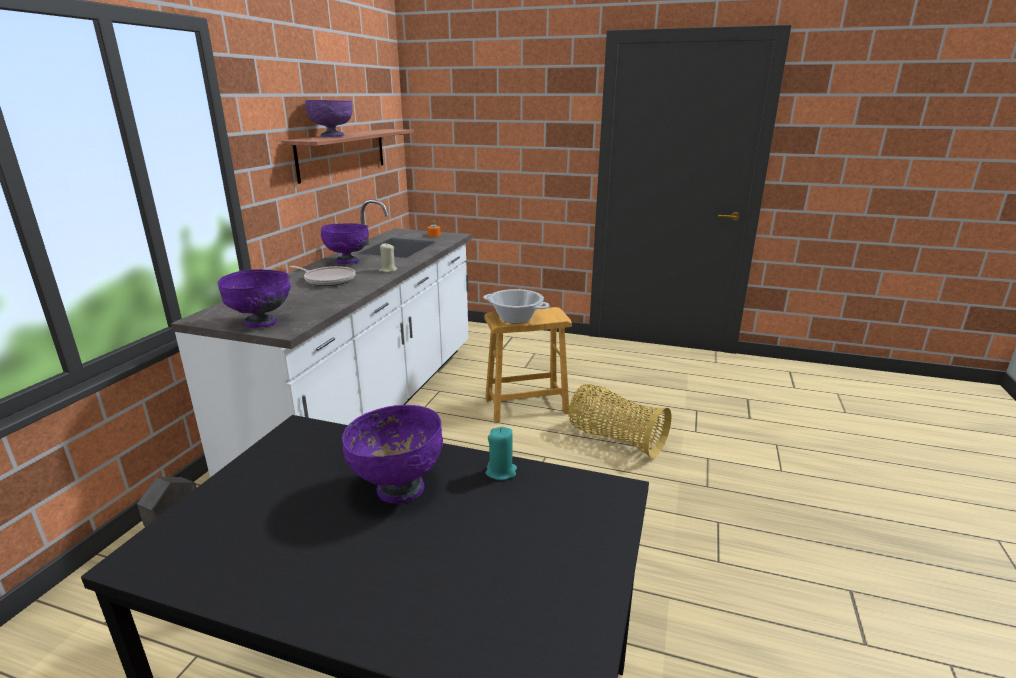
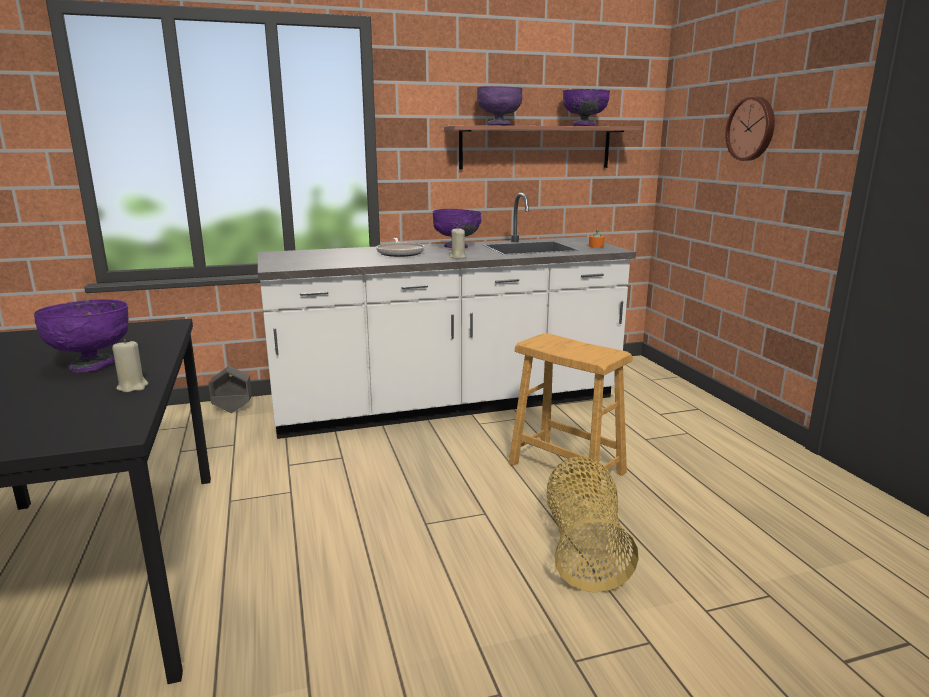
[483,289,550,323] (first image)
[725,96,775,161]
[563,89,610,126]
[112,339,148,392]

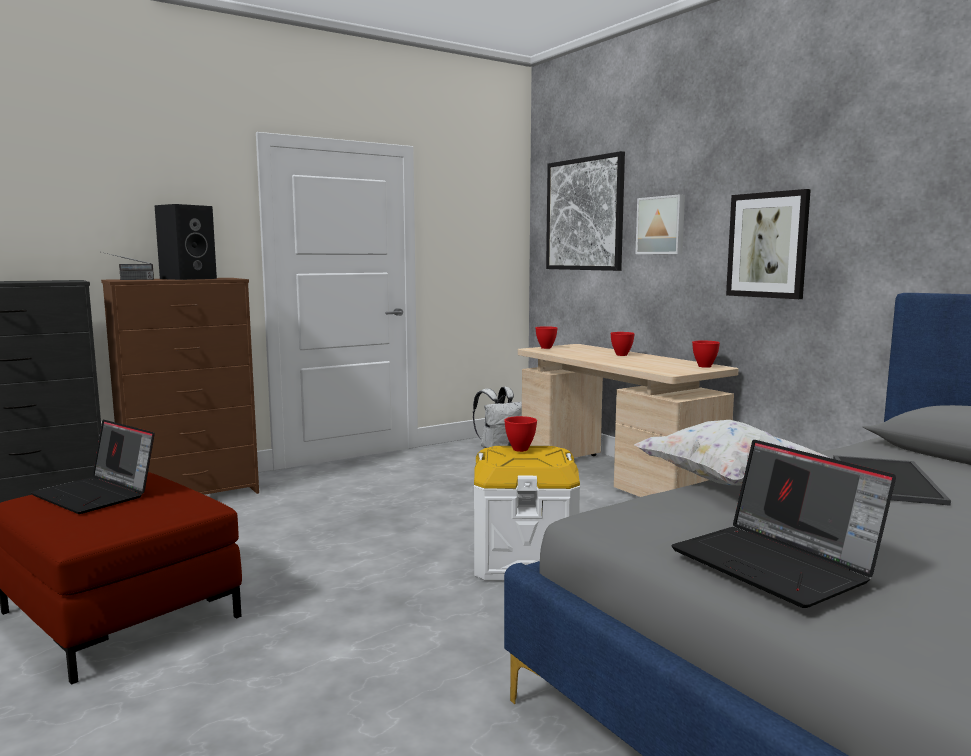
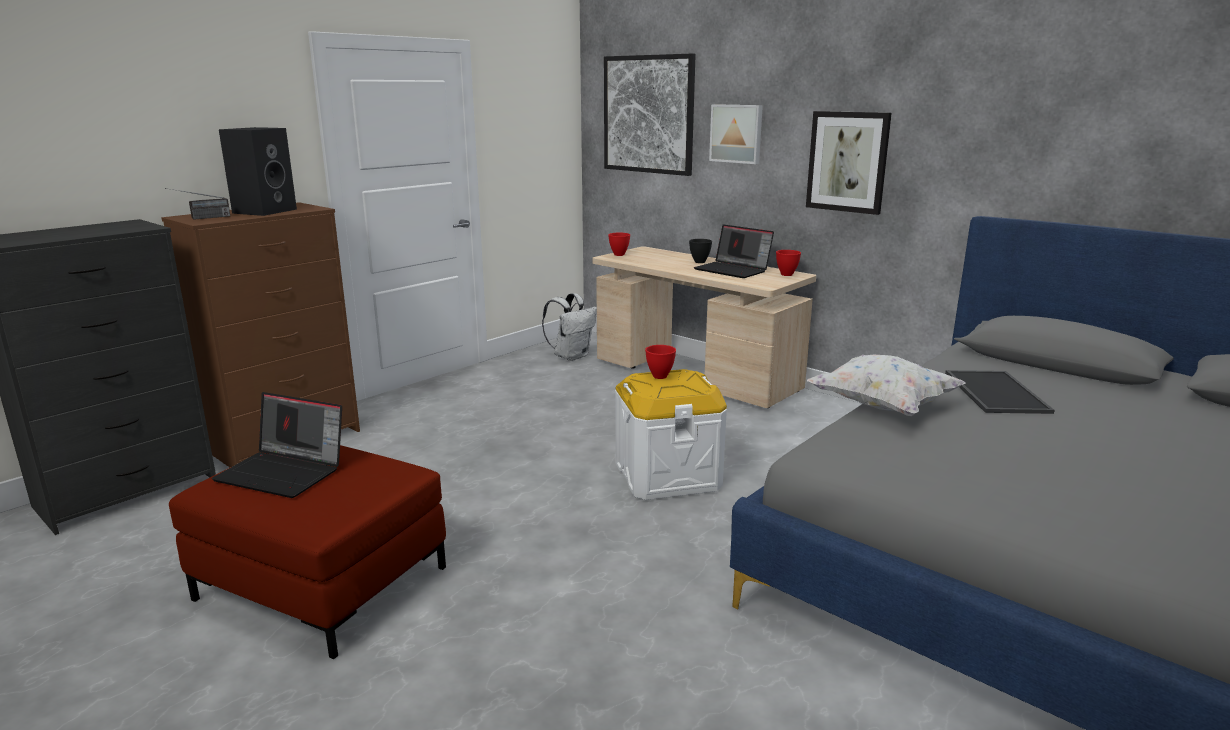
[694,225,774,278]
[689,239,712,263]

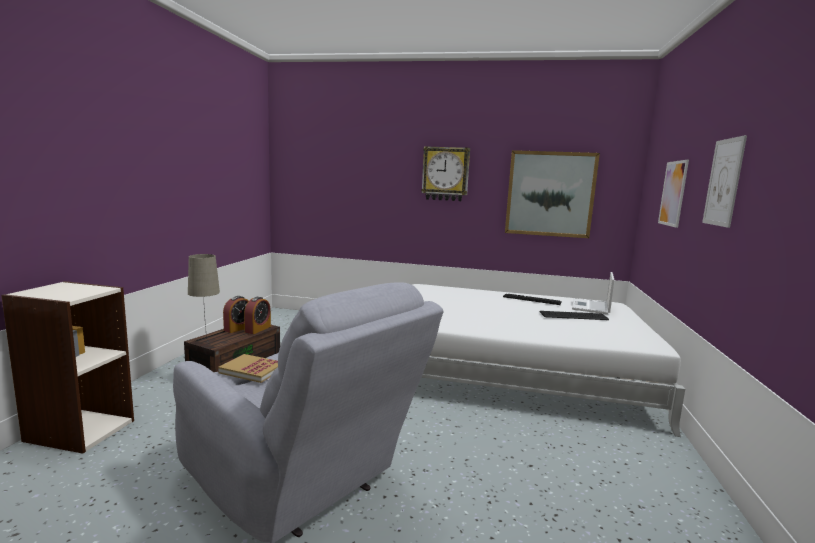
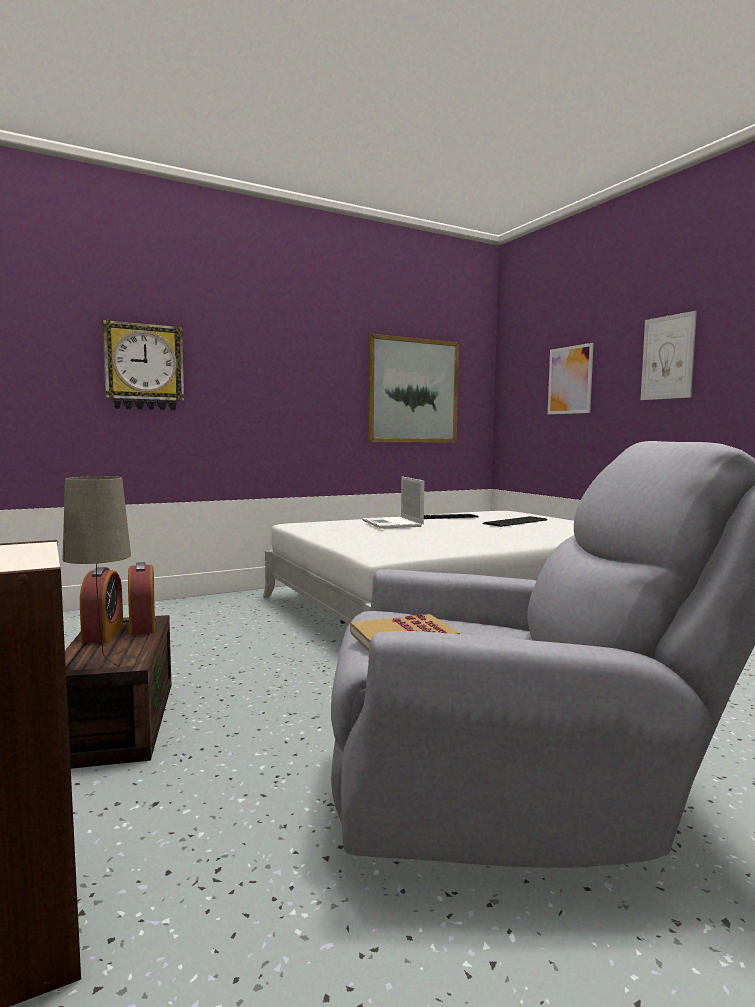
[103,320,185,411]
[362,476,424,529]

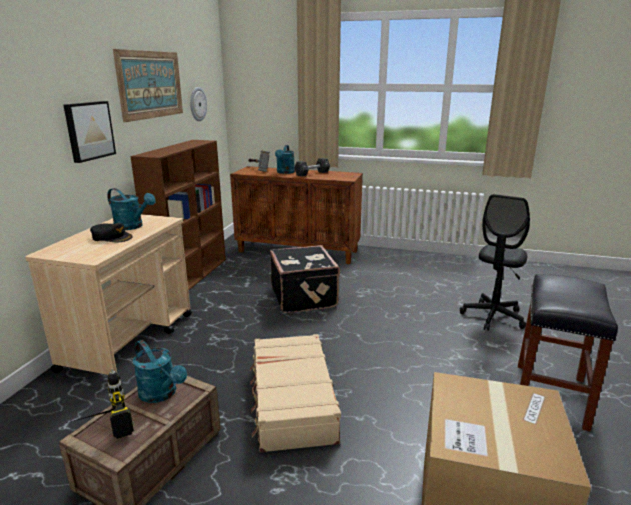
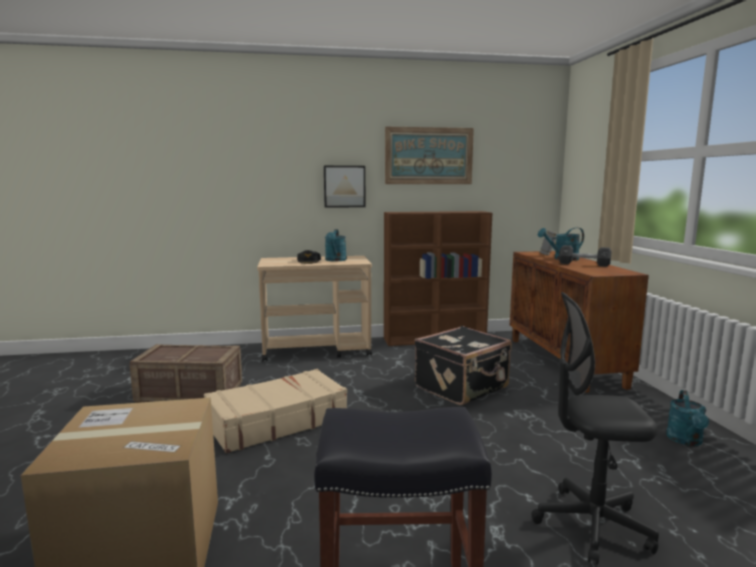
[71,369,135,439] (first image)
[190,87,207,121] (first image)
[666,390,709,446]

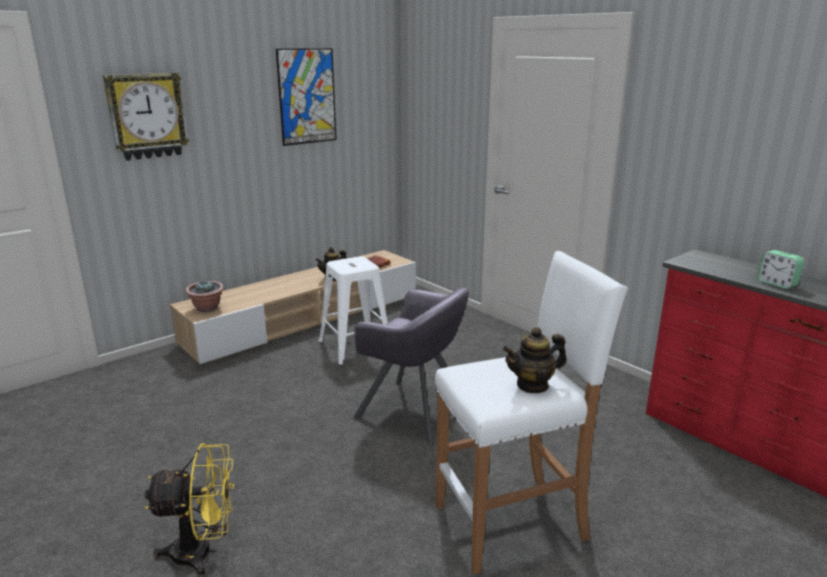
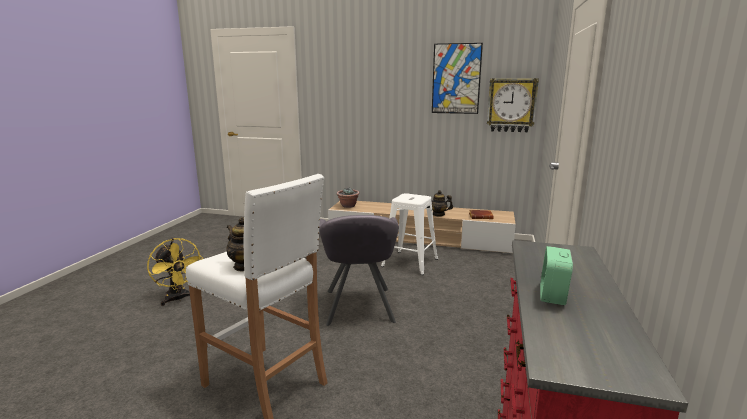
[487,78,539,132]

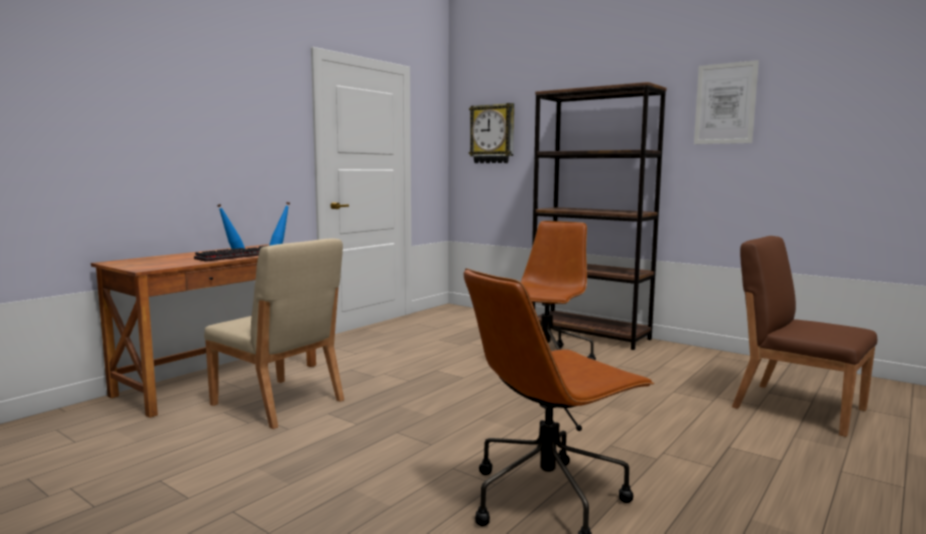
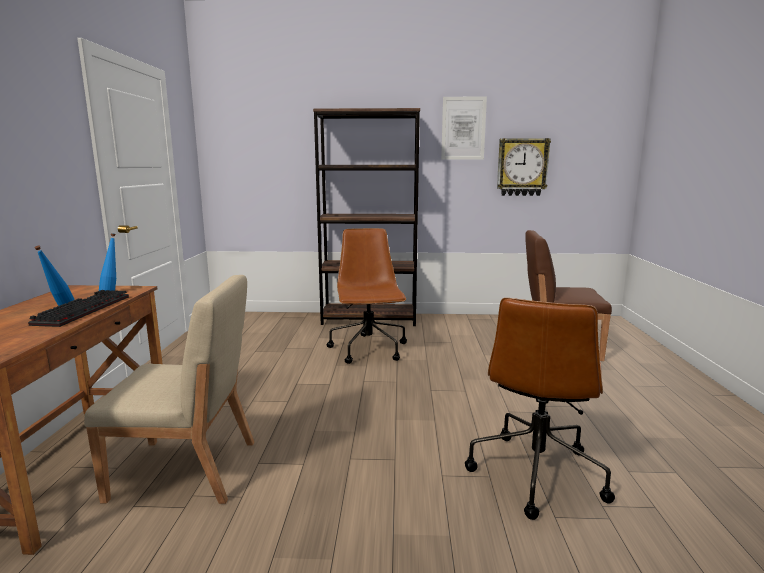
[497,138,551,196]

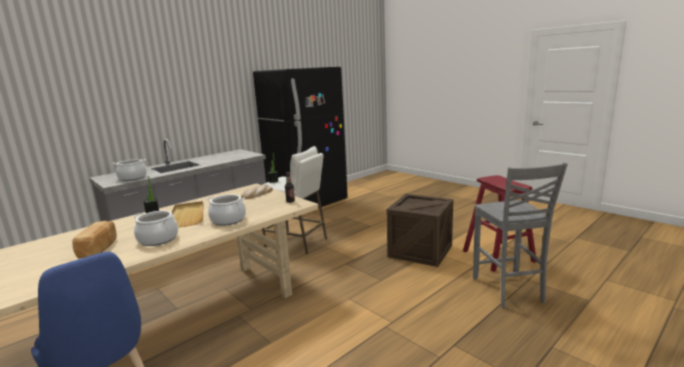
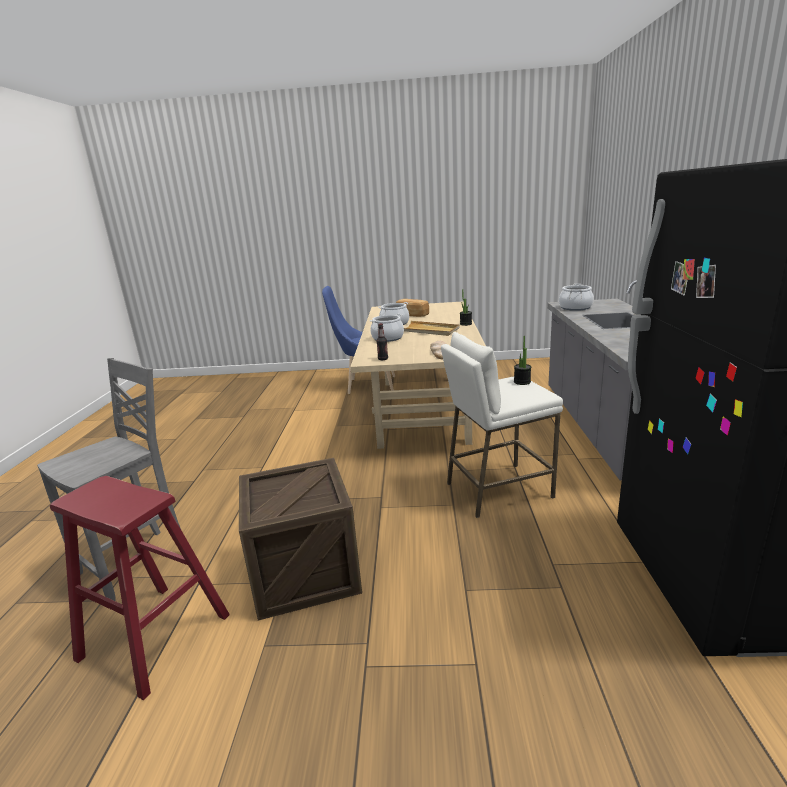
[37,358,181,601]

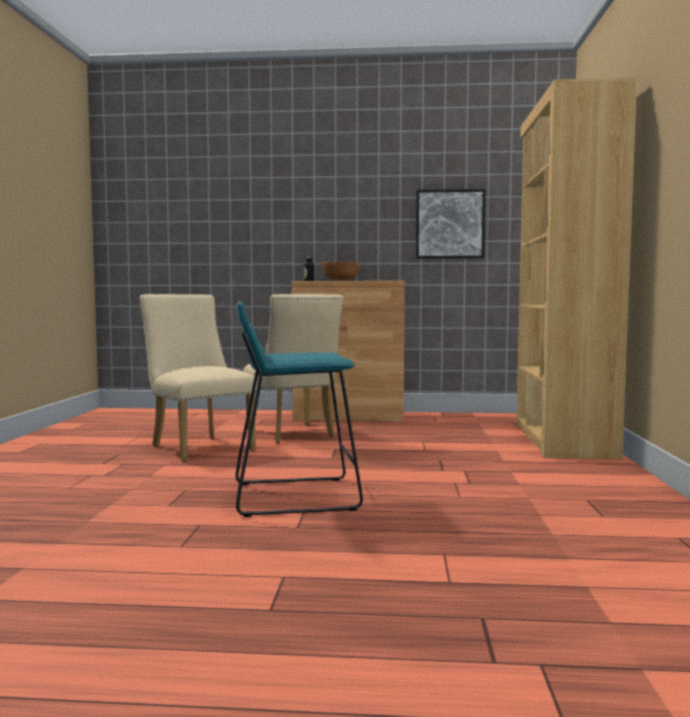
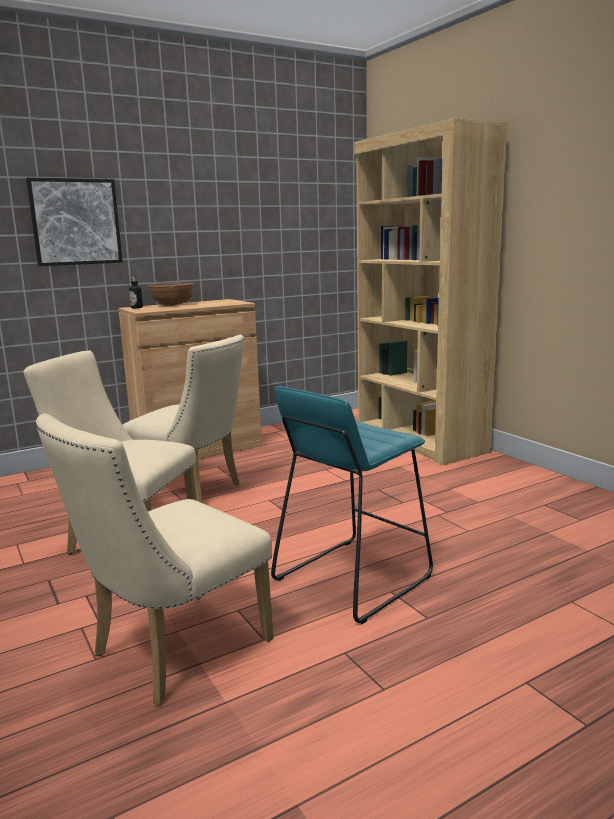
[35,413,274,705]
[26,178,123,266]

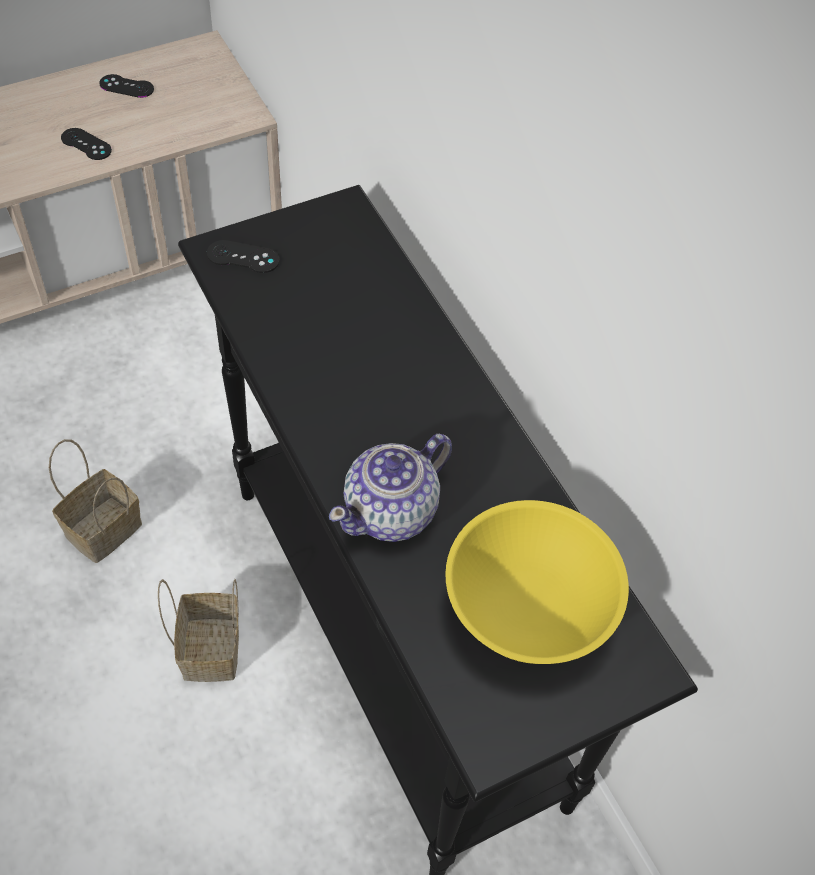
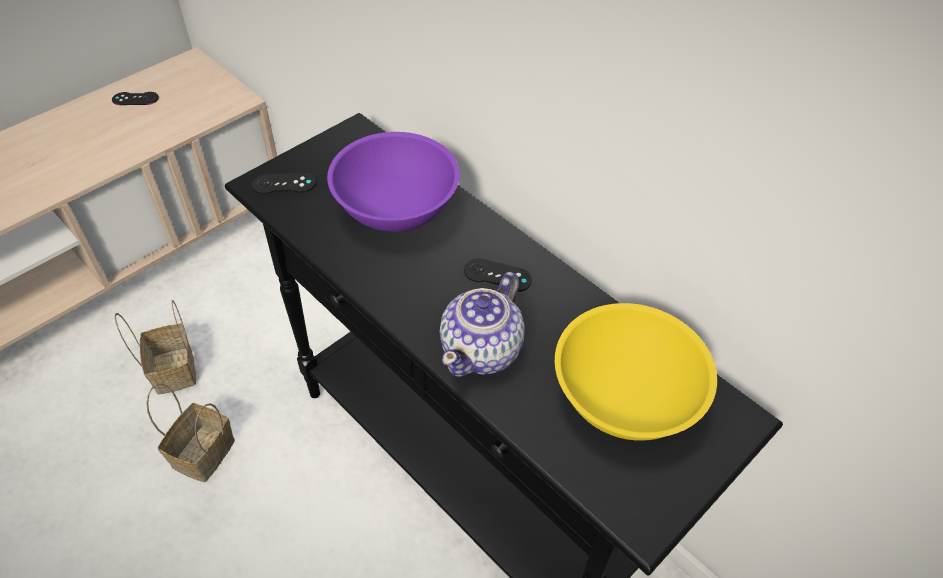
[327,132,460,232]
[464,258,532,292]
[115,300,196,395]

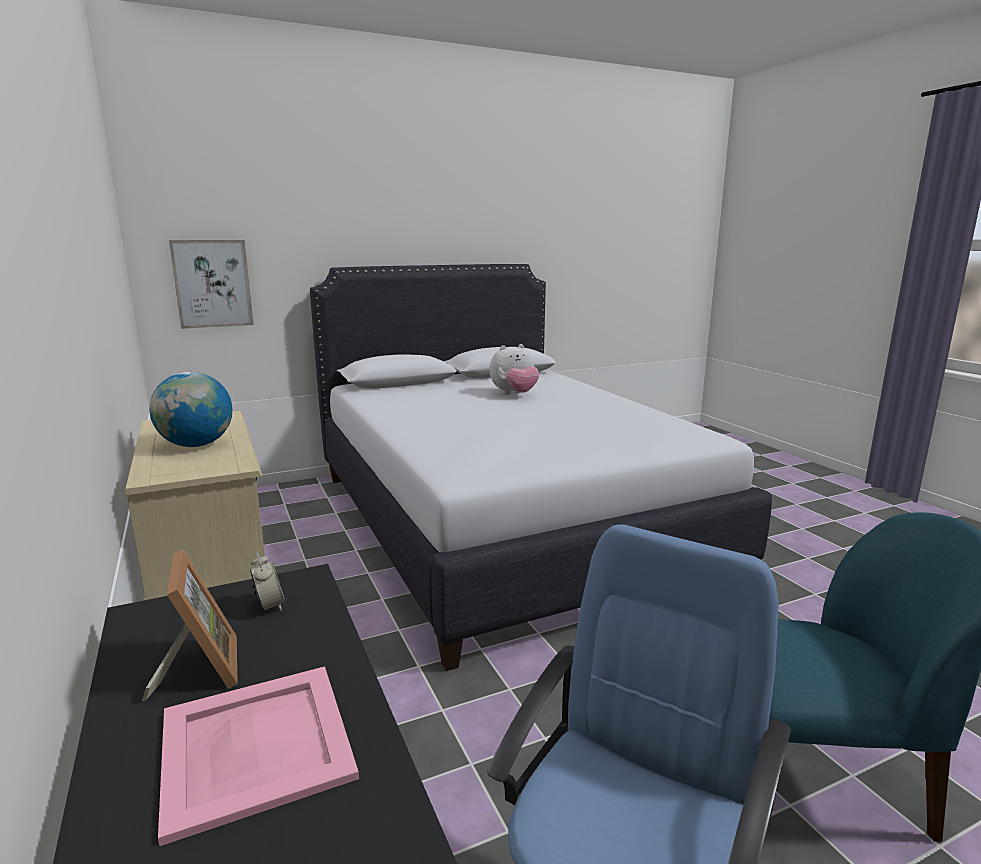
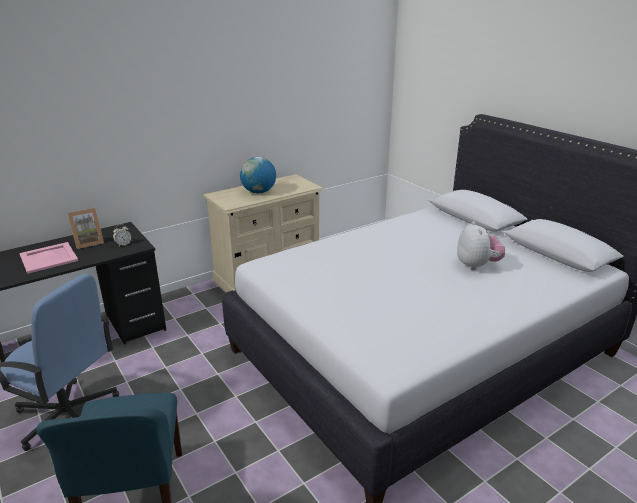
[169,240,254,329] (first image)
[457,221,505,270]

